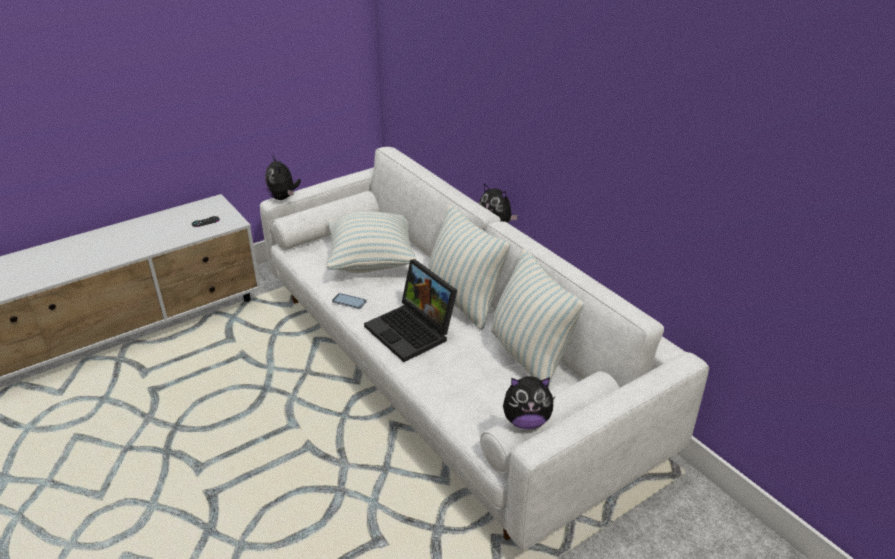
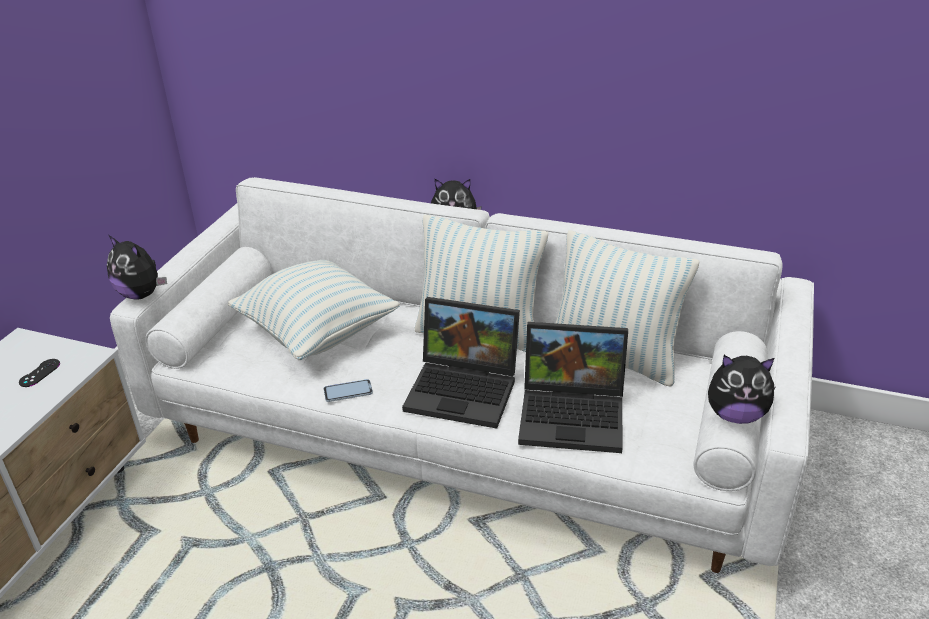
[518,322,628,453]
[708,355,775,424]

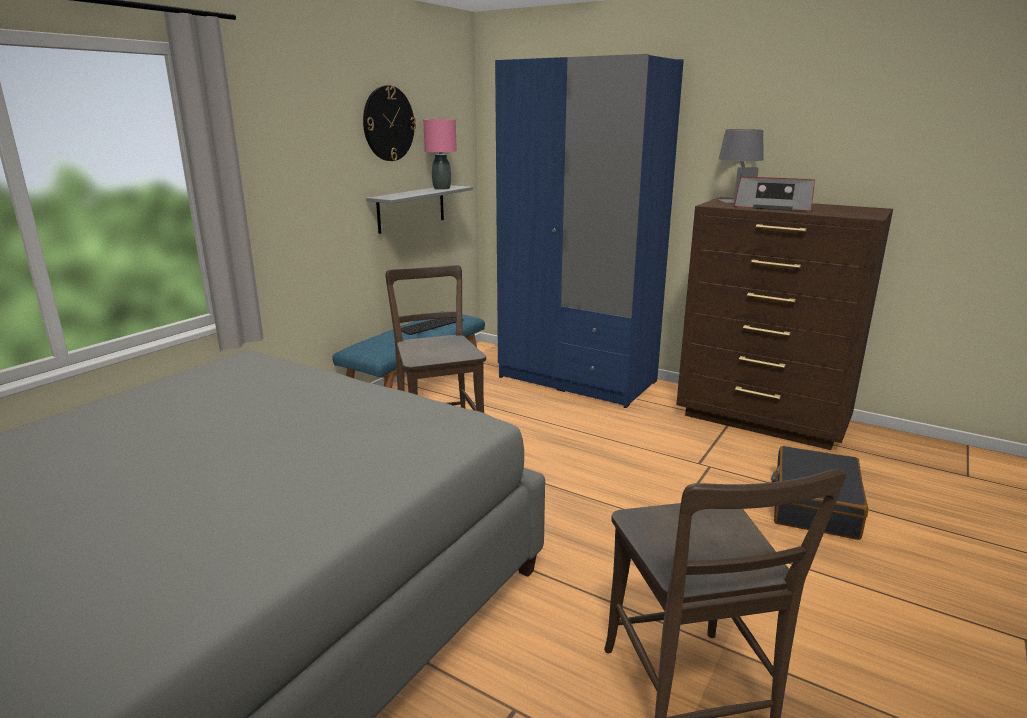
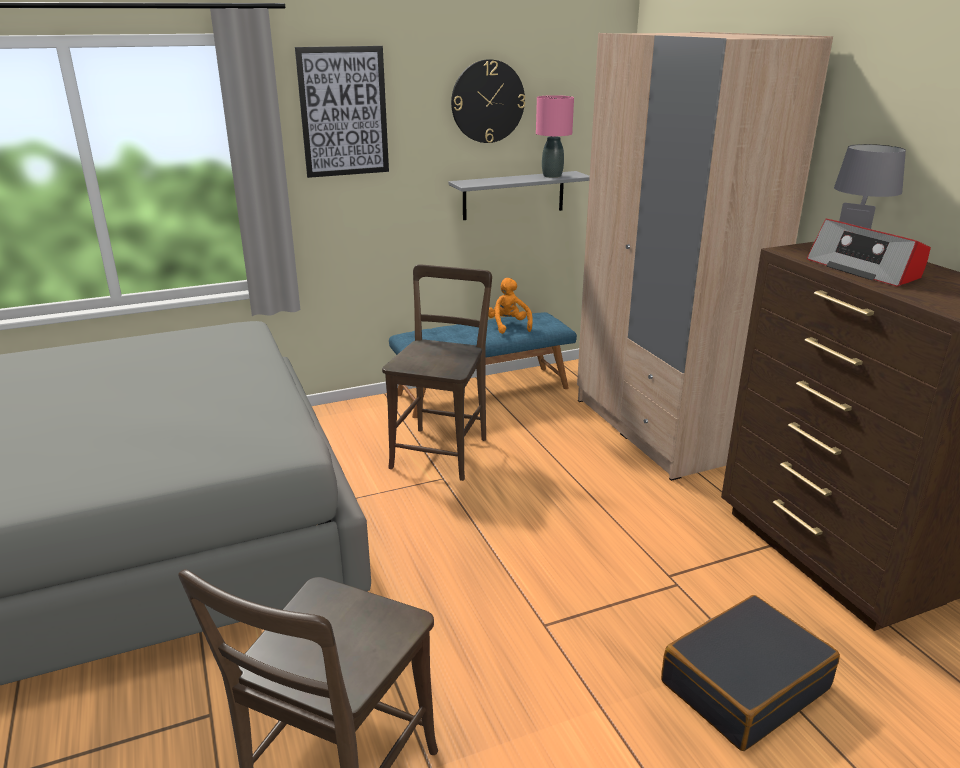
[295,46,389,178]
[488,278,533,334]
[577,32,833,481]

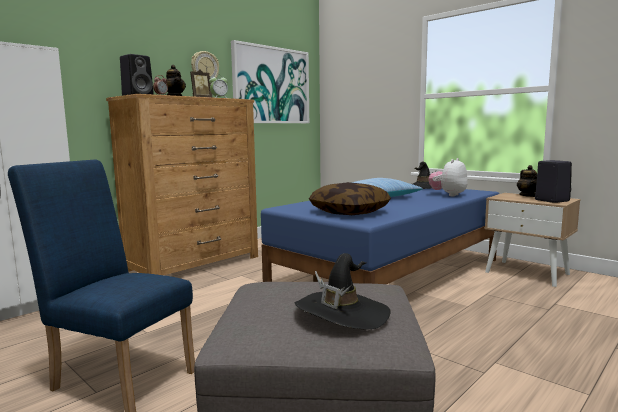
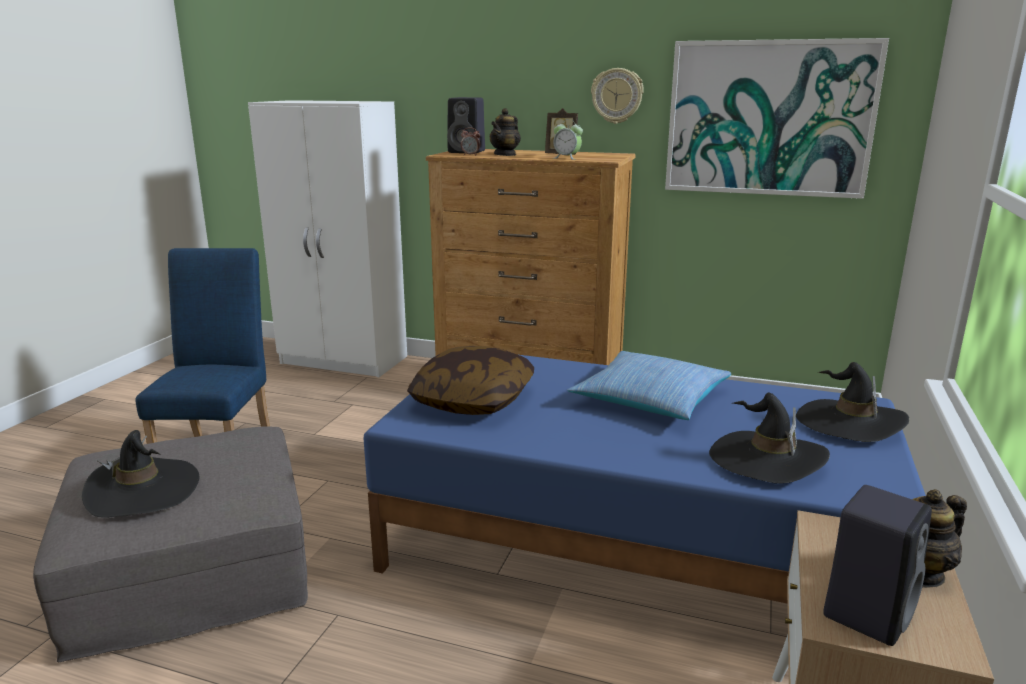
[709,393,830,483]

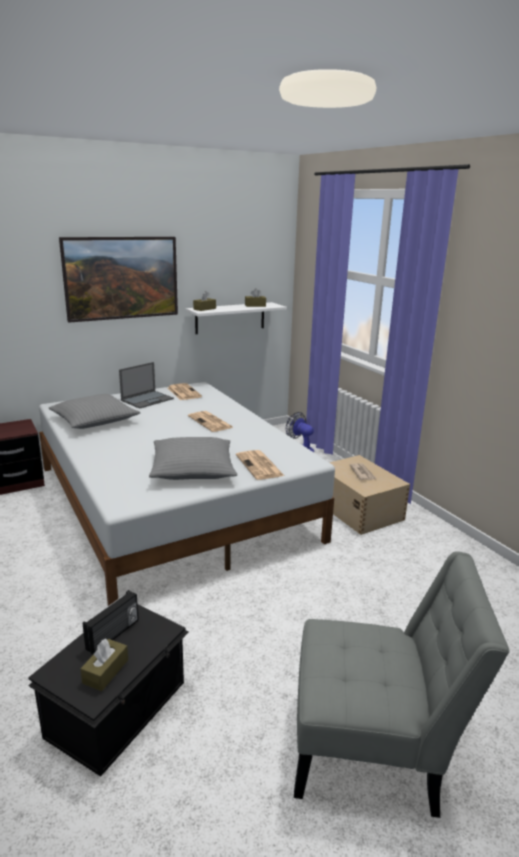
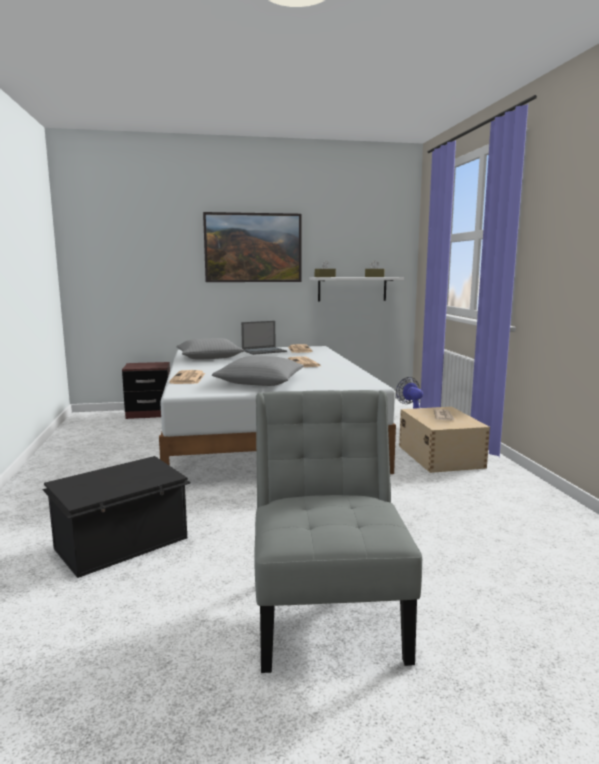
[80,639,128,691] (first image)
[83,590,139,654] (first image)
[169,370,205,384]
[254,390,422,673]

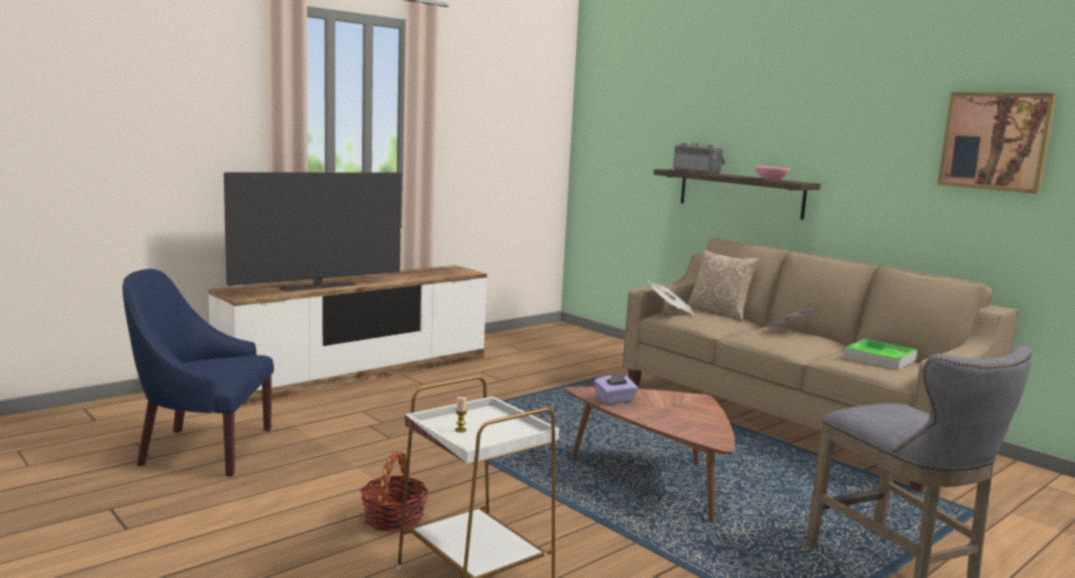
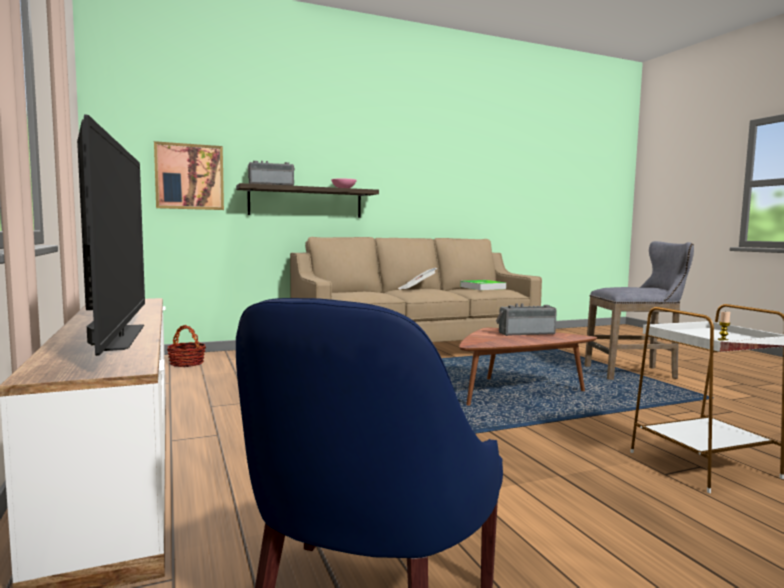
[594,372,638,405] (first image)
[648,281,696,316] (first image)
[687,249,760,321] (first image)
[496,303,557,336]
[167,325,206,367]
[154,141,224,210]

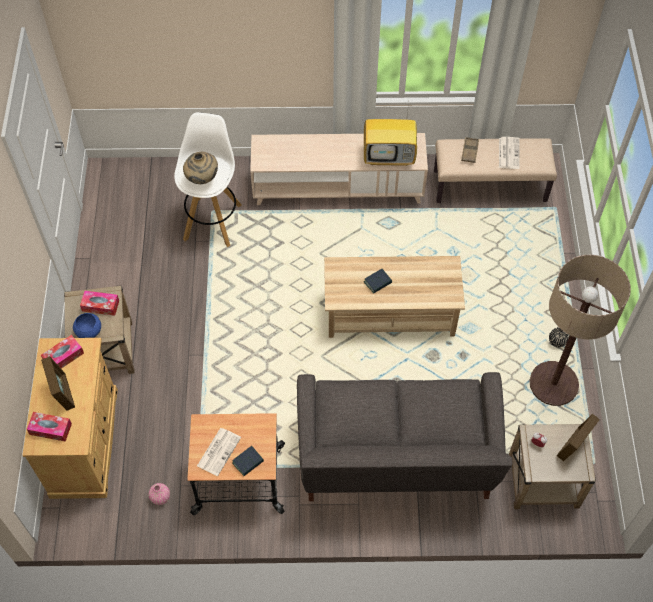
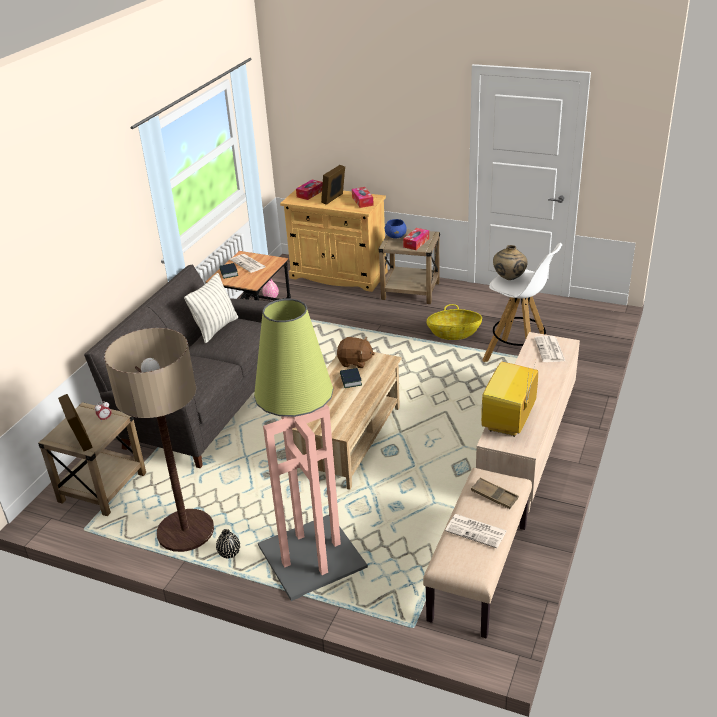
[184,273,238,343]
[254,299,368,601]
[337,337,375,368]
[426,304,482,340]
[534,336,565,362]
[321,165,345,205]

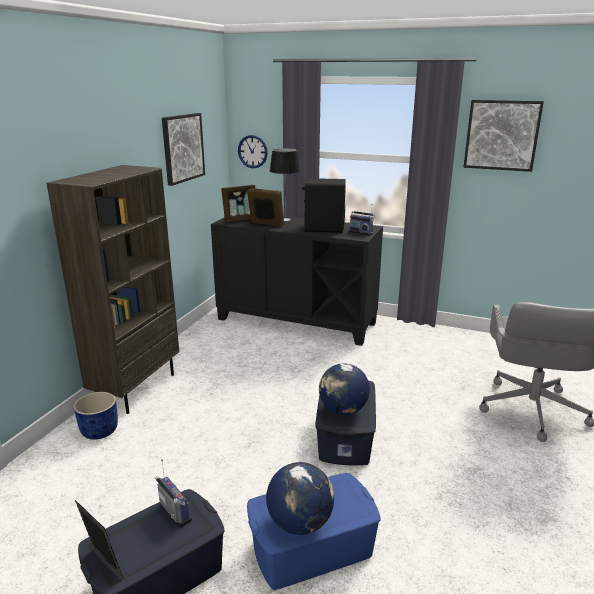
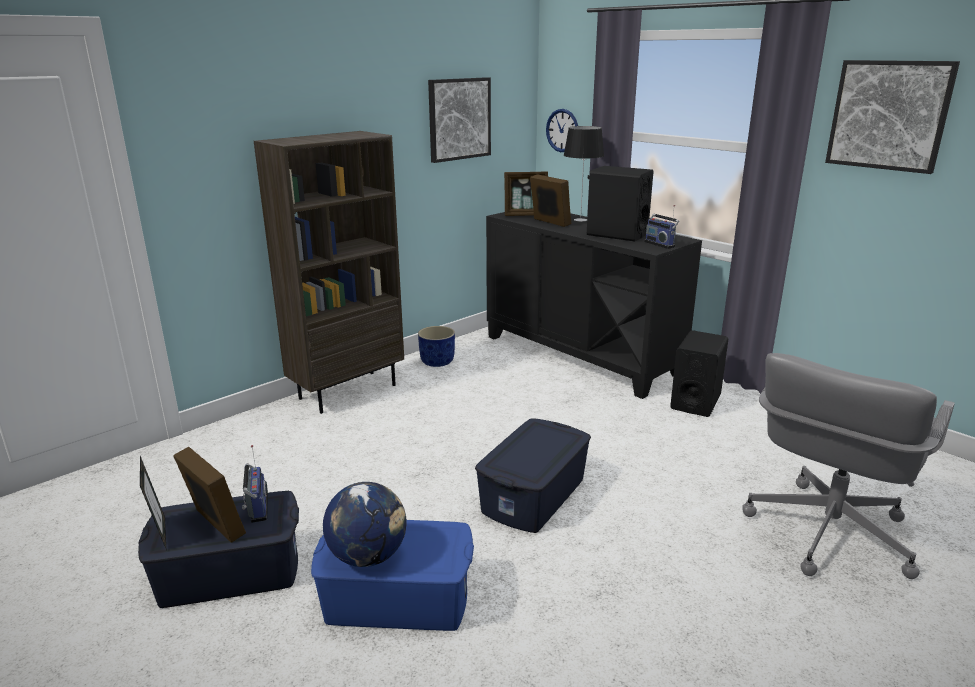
[319,363,370,415] (first image)
[173,447,246,543]
[670,330,728,417]
[418,326,455,367]

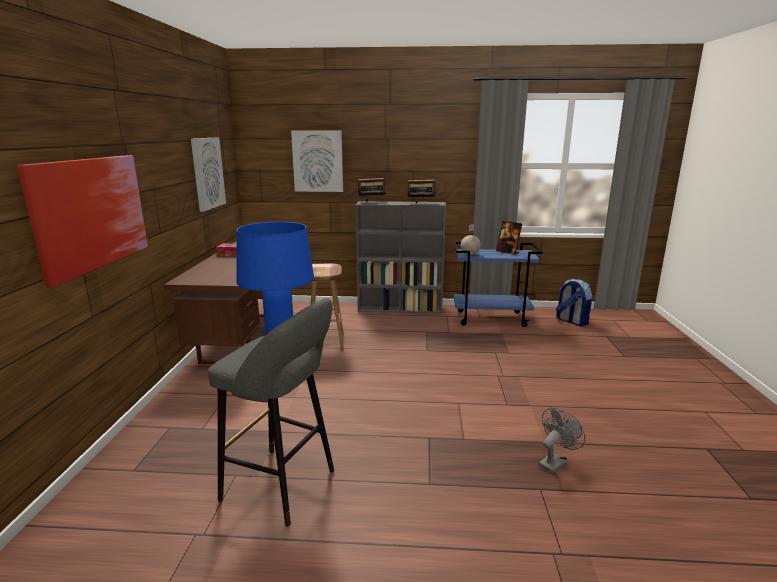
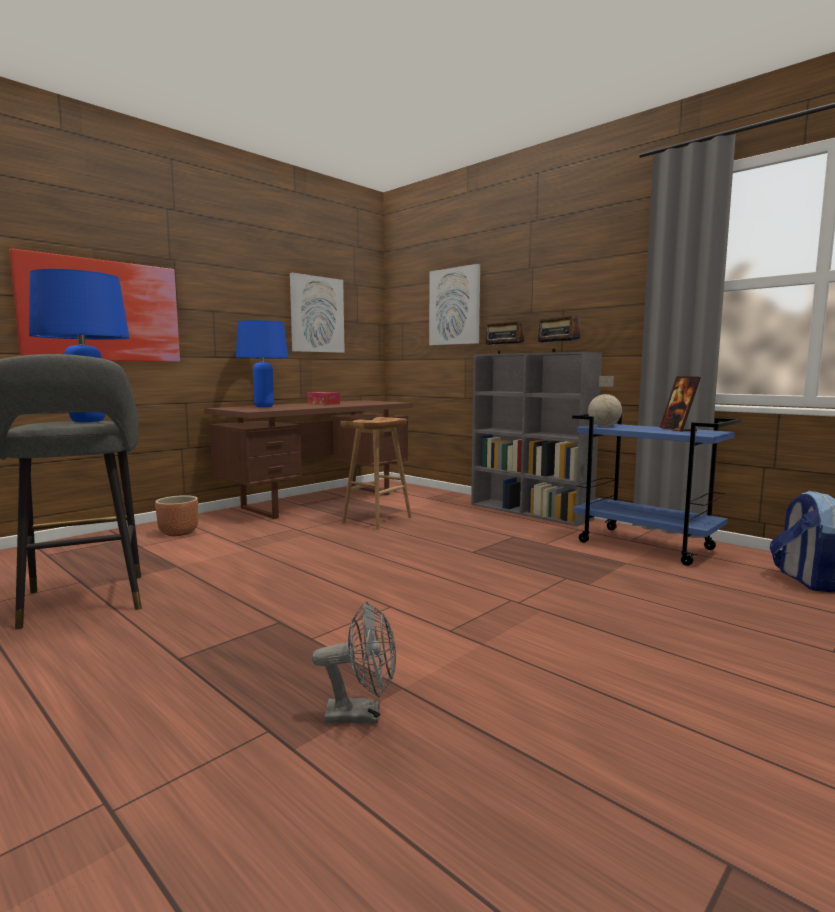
[155,495,198,536]
[236,320,288,407]

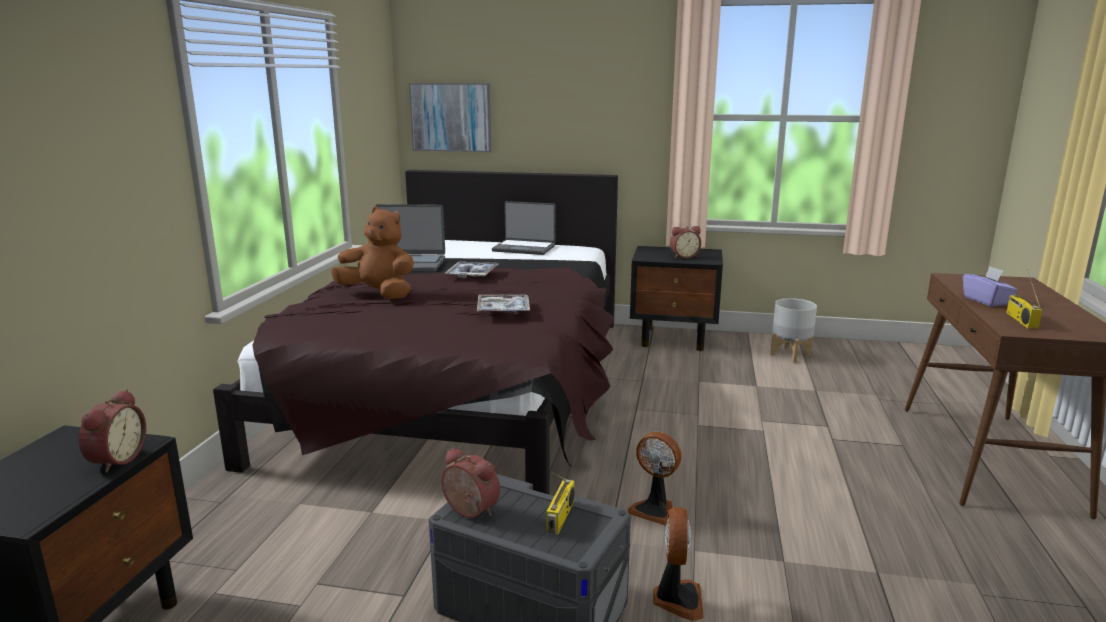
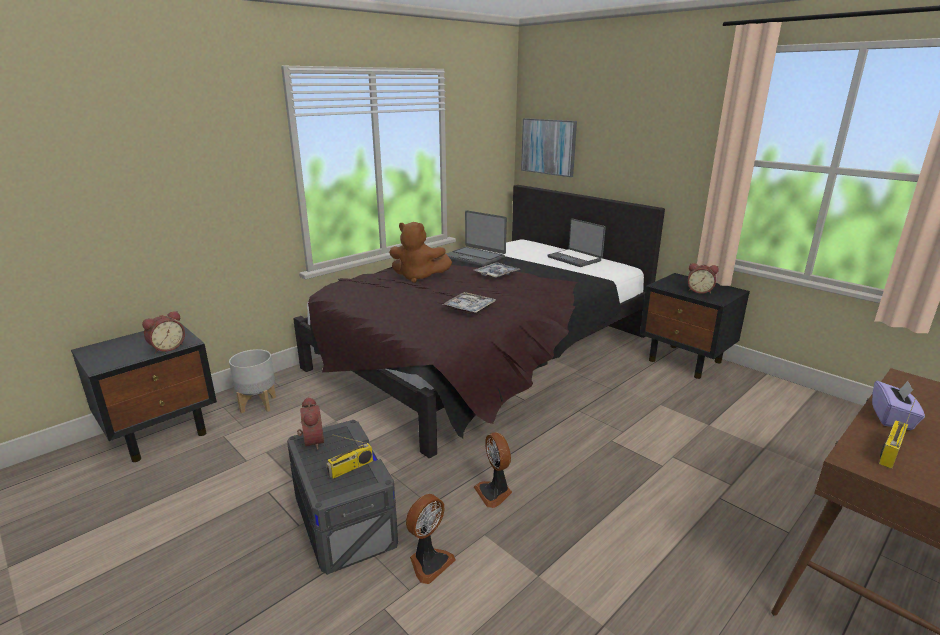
[229,349,276,413]
[389,222,452,283]

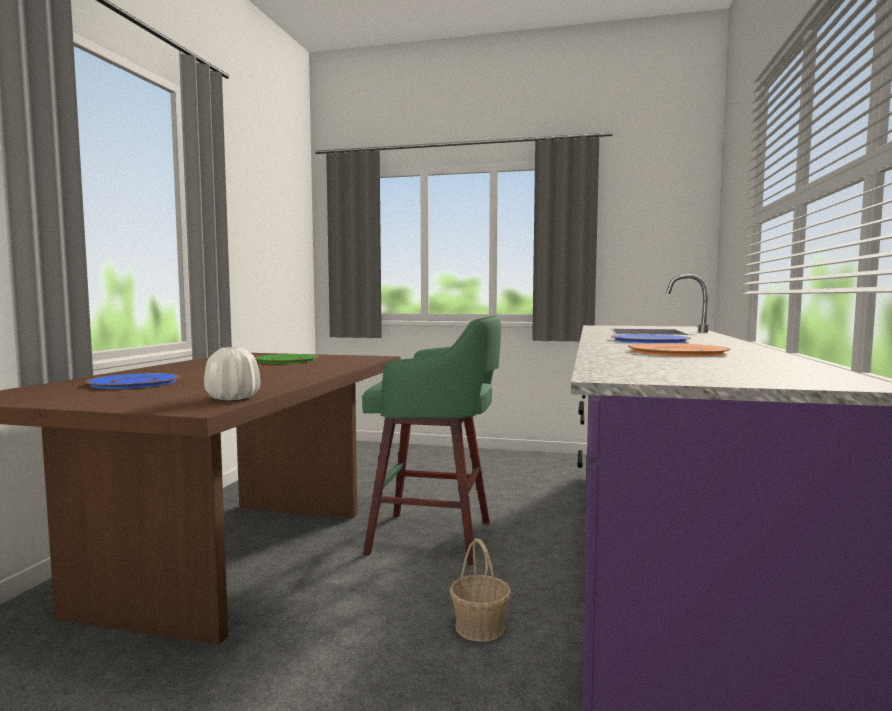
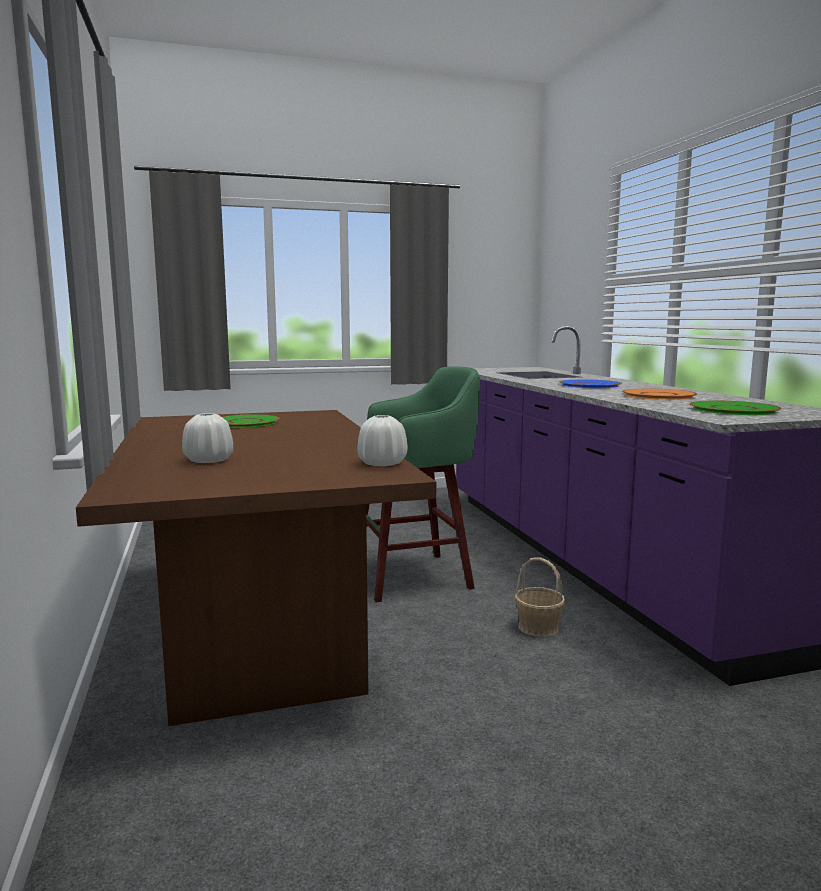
[689,400,781,415]
[182,413,233,463]

